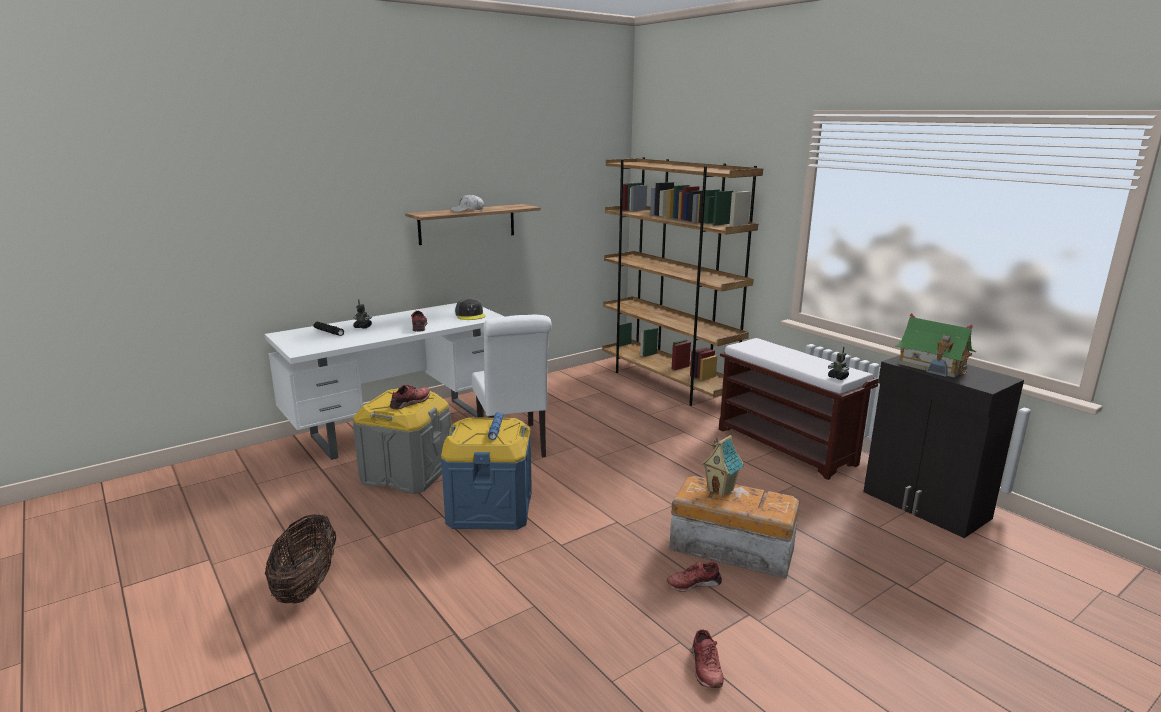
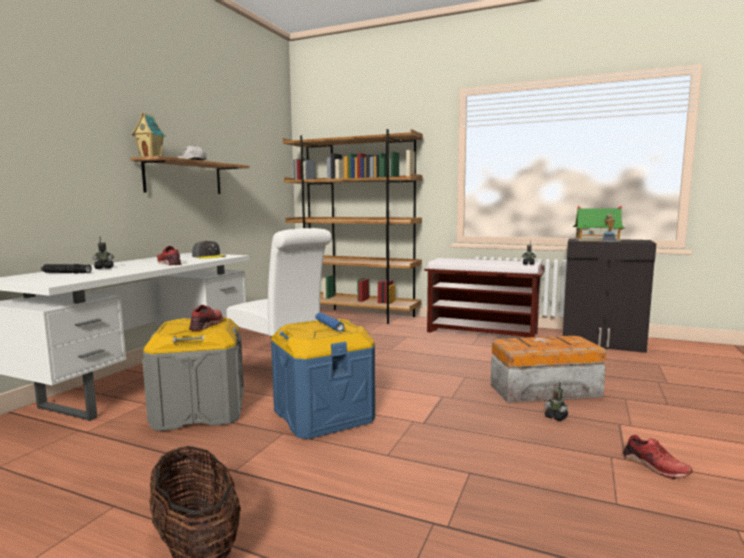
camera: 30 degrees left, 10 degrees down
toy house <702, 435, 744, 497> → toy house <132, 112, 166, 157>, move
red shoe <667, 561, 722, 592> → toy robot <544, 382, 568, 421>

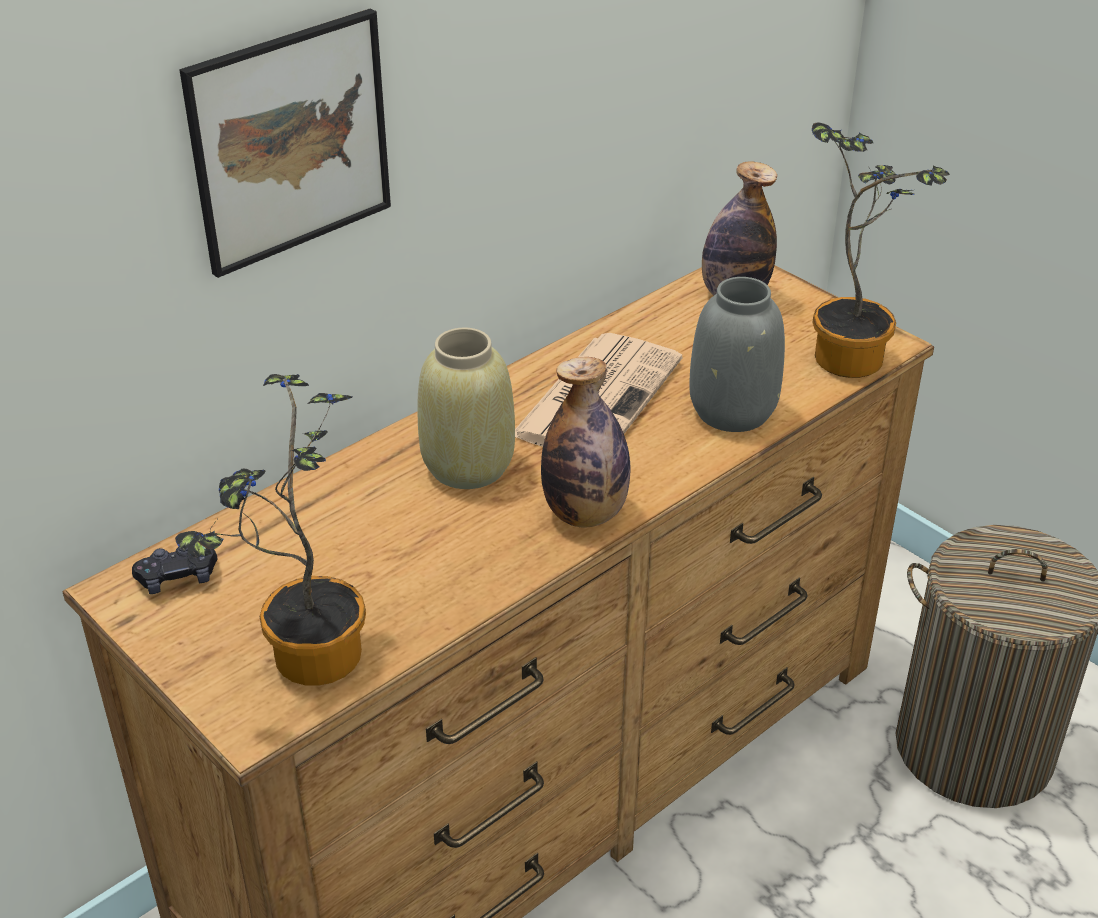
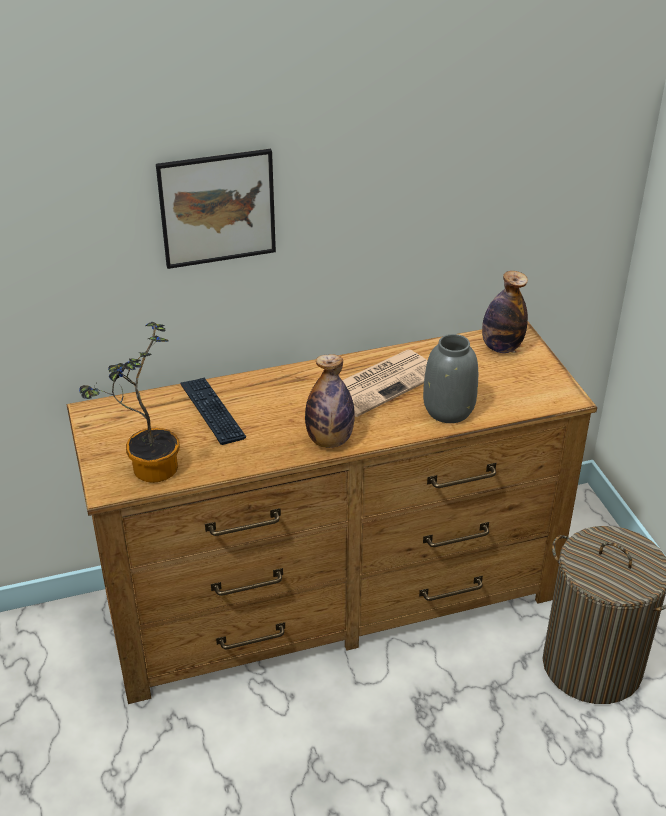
camera: 25 degrees right, 0 degrees up
potted plant <812, 122, 950, 378> → -
beige vase <417, 328, 515, 489> → -
black game controller <132, 547, 217, 594> → -
- → keyboard <180, 377, 246, 445>

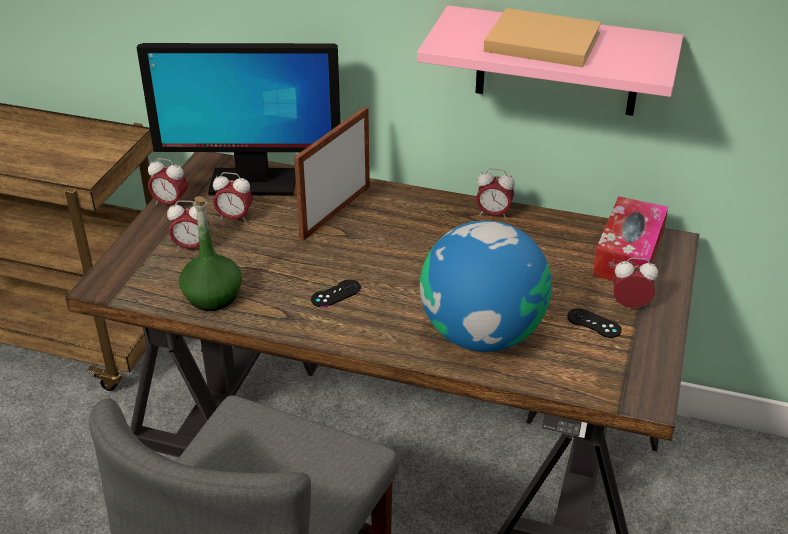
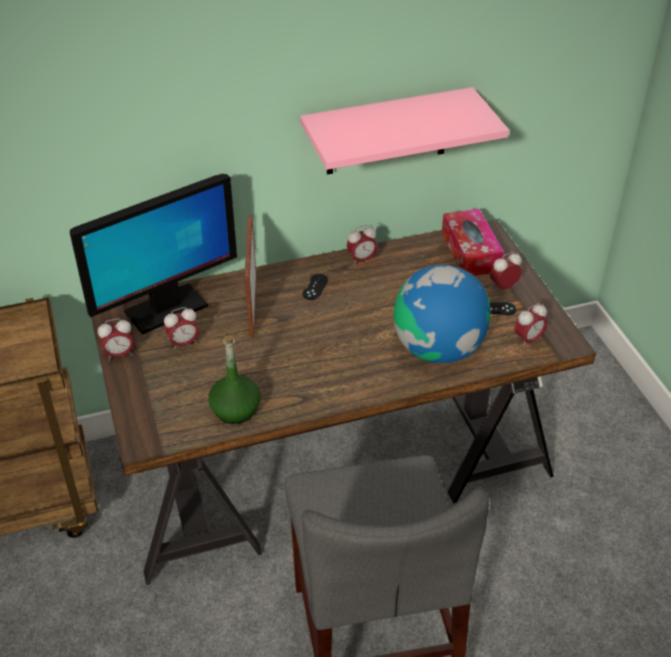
camera: 35 degrees left, 5 degrees up
beige book <484, 8, 601, 67> → -
alarm clock <167, 201, 209, 251> → alarm clock <514, 303, 548, 348>, move
black game controller <311, 280, 361, 307> → black game controller <302, 274, 328, 300>, move

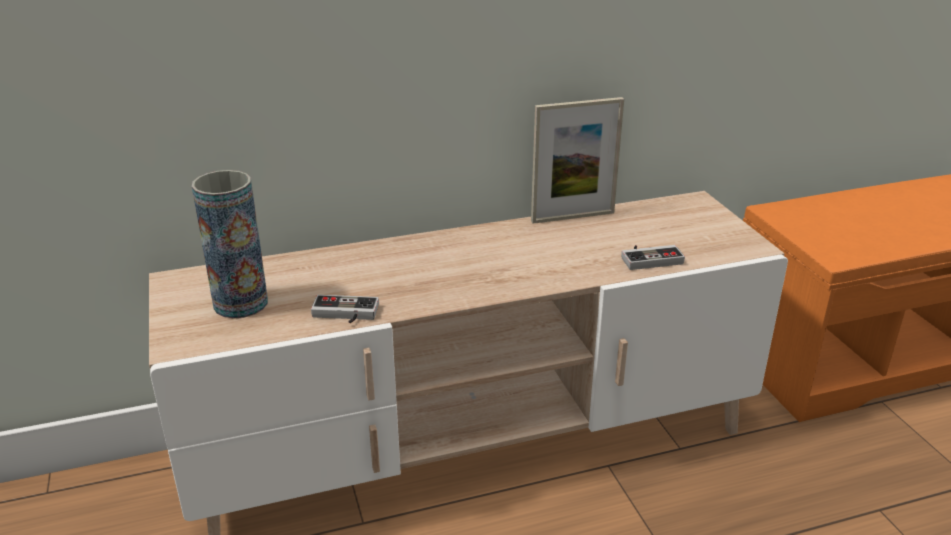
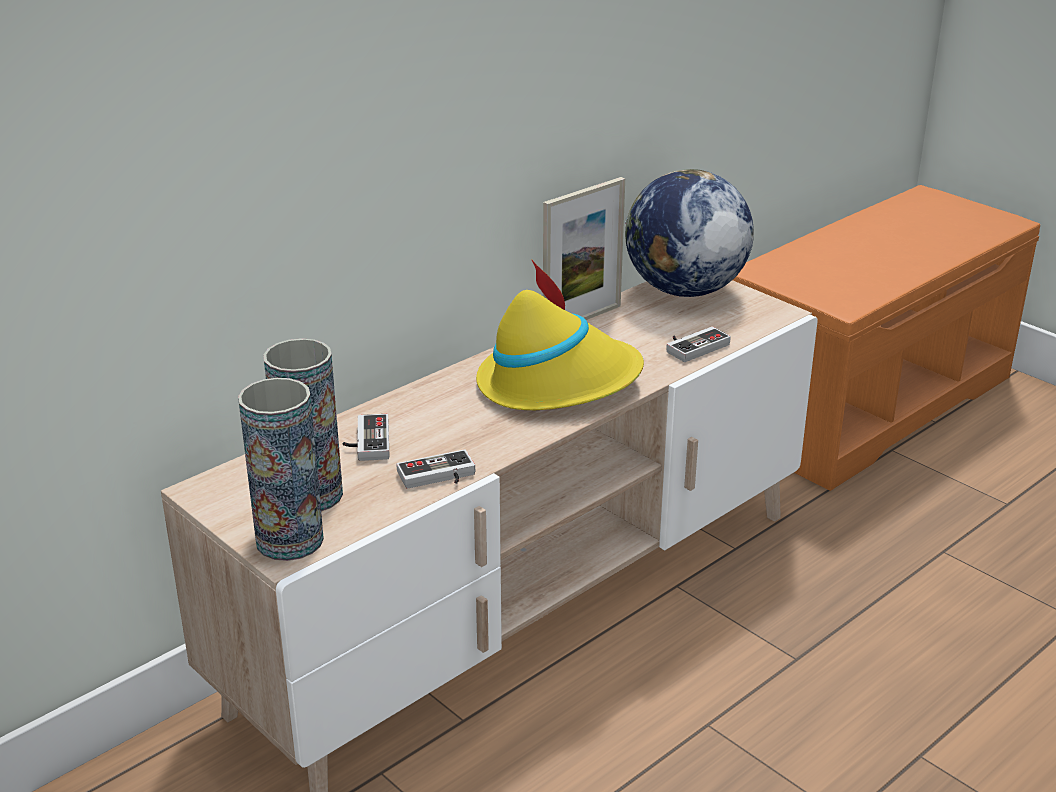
camera: 25 degrees left, 0 degrees up
- → globe <625, 169, 754, 297>
- → yellow hat <476, 259, 644, 410>
- → vase <238, 378, 324, 561>
- → game controller <343, 414, 389, 461>

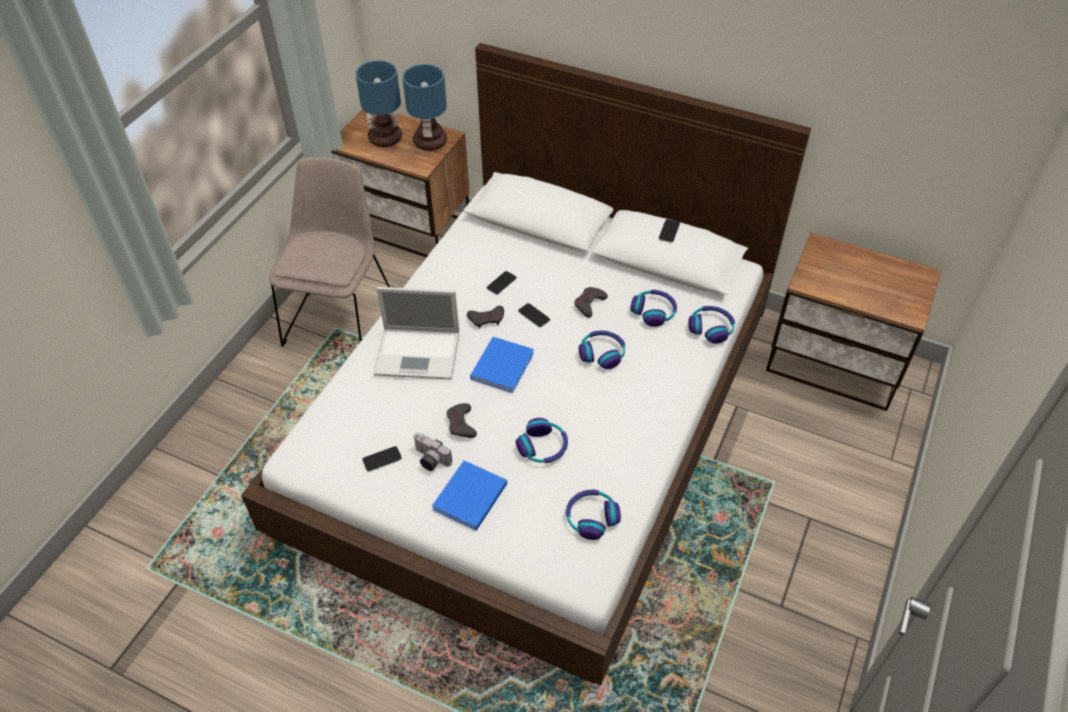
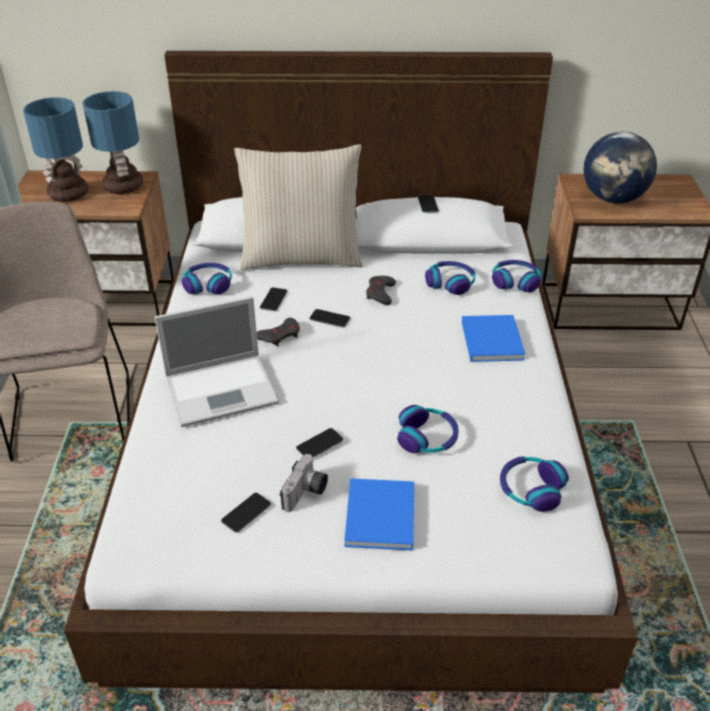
camera: 25 degrees left, 10 degrees down
headphones <579, 331, 625, 369> → headphones <182, 263, 232, 294>, move
blue book <470, 337, 534, 393> → blue book <462, 315, 525, 362>, move
grey game controller <447, 403, 477, 438> → phone <296, 428, 343, 458>
photo camera <413, 433, 452, 471> → photo camera <280, 454, 328, 512>, 75 degrees counterclockwise
- → globe <583, 132, 657, 204>
- → beige pillow <234, 144, 363, 270>

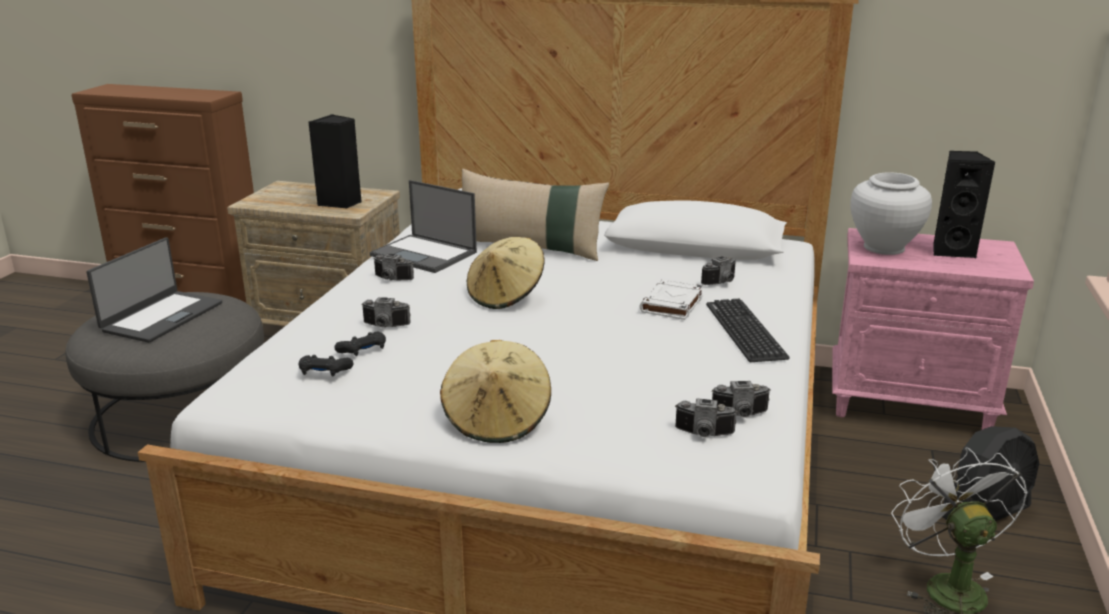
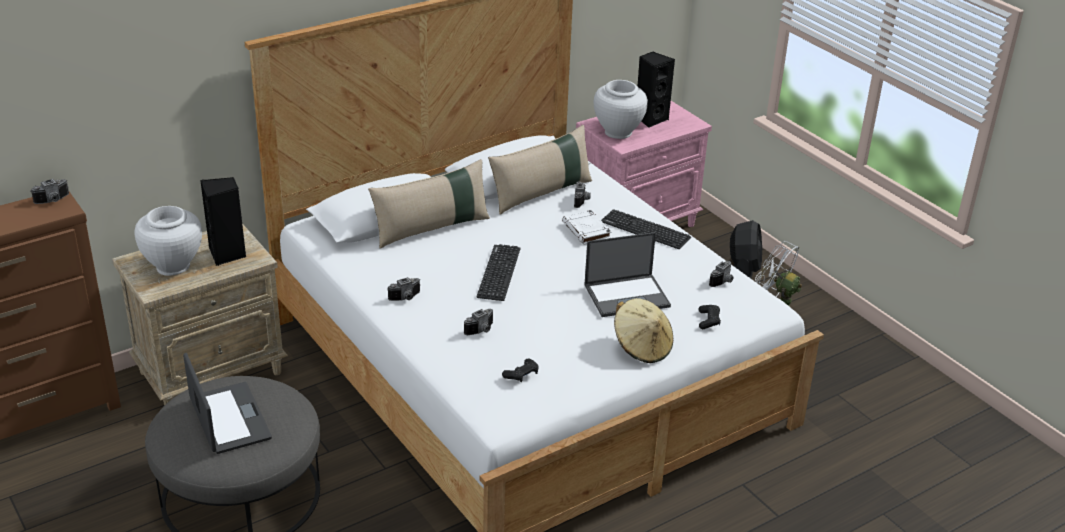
camera: 50 degrees left, 10 degrees up
laptop <370, 180, 477, 273> → laptop <584, 232, 671, 317>, move
beige hat <467, 237, 545, 309> → keyboard <477, 244, 520, 301>
black game controller <334, 331, 386, 356> → black game controller <699, 305, 721, 329>, move
photo camera <675, 398, 738, 437> → photo camera <30, 179, 69, 204>, move
- → beige pillow <488, 125, 592, 215>
- → white vase <134, 206, 202, 276>

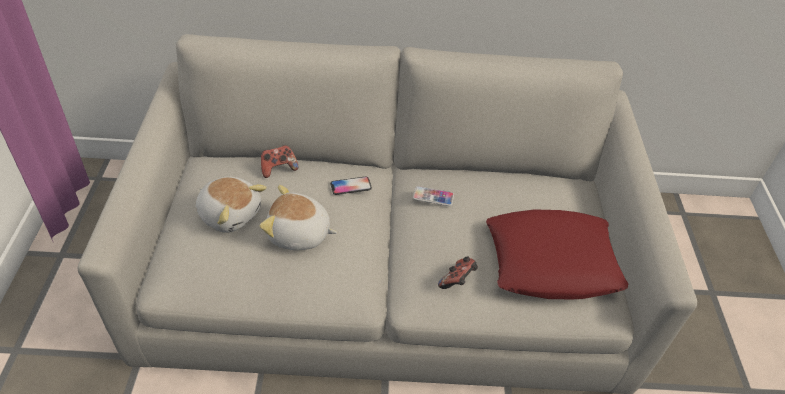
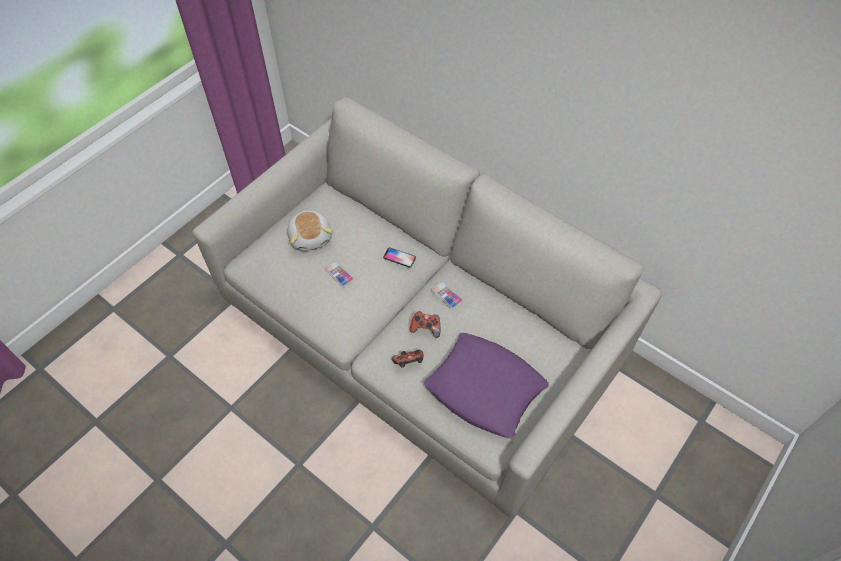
camera: 40 degrees right, 10 degrees up
game controller <261, 145, 298, 178> → game controller <410, 311, 440, 338>, move
plush toy <260, 185, 337, 250> → phone <325, 261, 354, 287>
red pillow <486, 209, 628, 299> → purple pillow <424, 333, 549, 439>

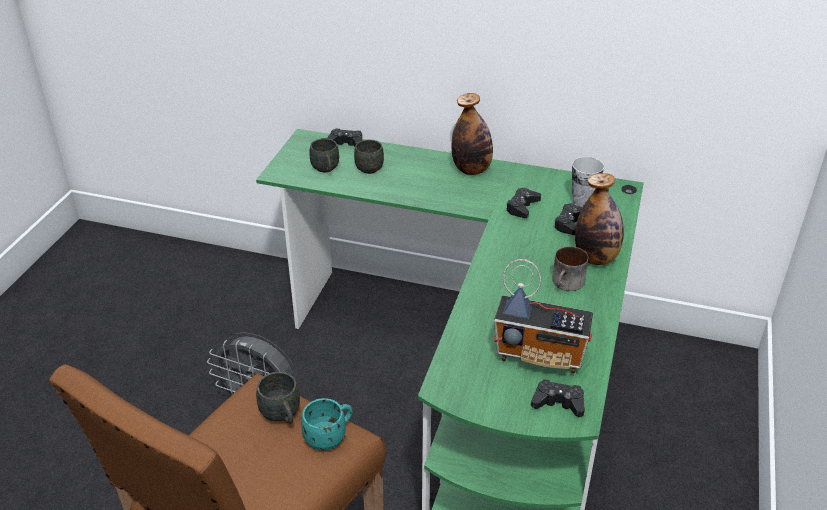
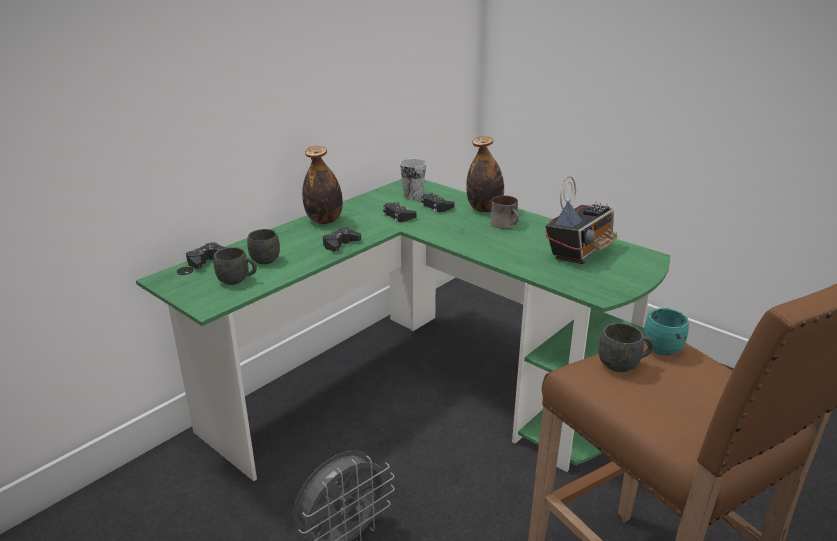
camera: 65 degrees left, 10 degrees down
black game controller <531, 379, 585, 417> → black game controller <323, 227, 361, 251>, move

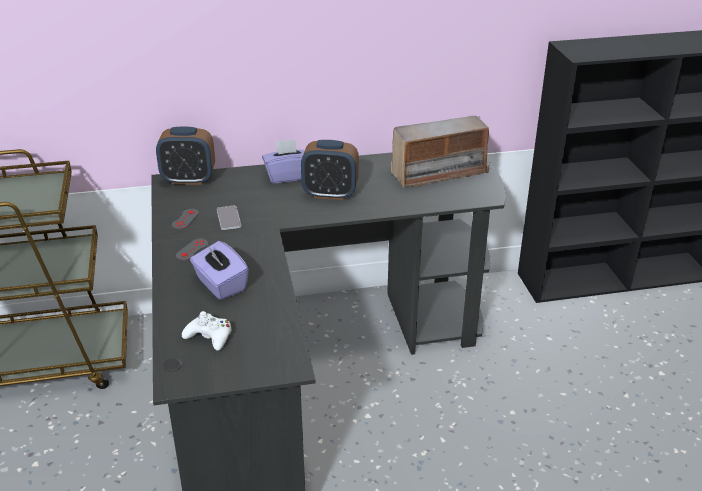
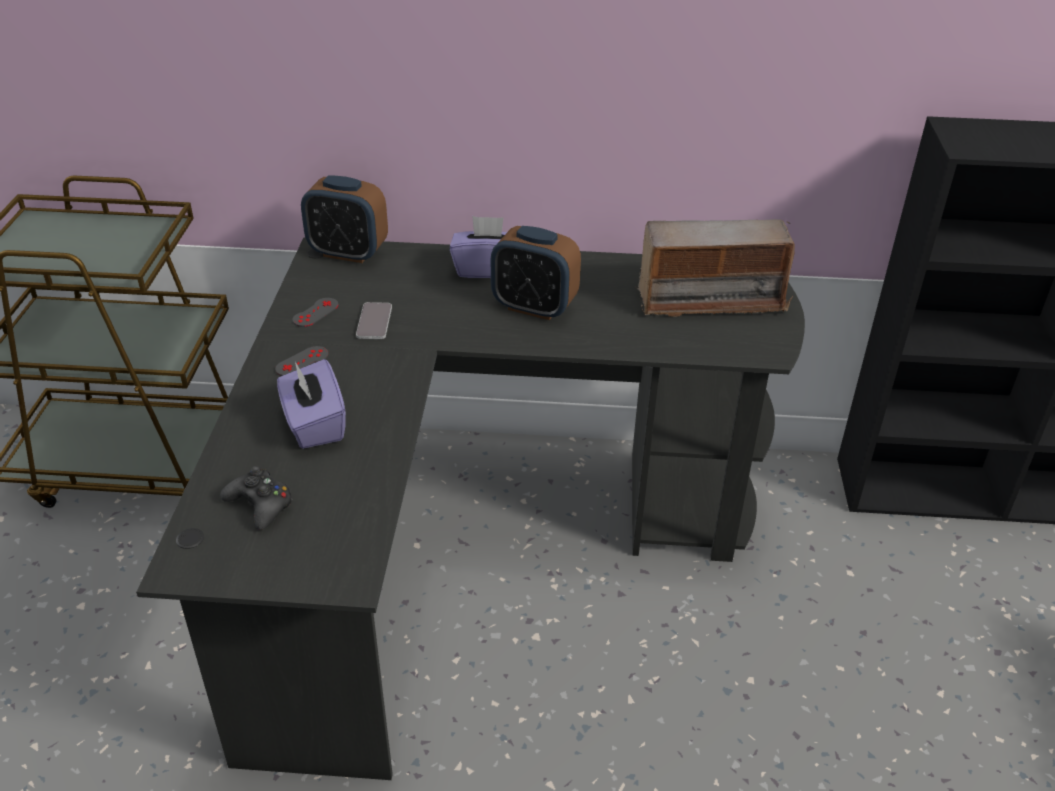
camera: 15 degrees right, 5 degrees up
white game controller <182, 311, 231, 351> → black game controller <220, 466, 293, 530>

